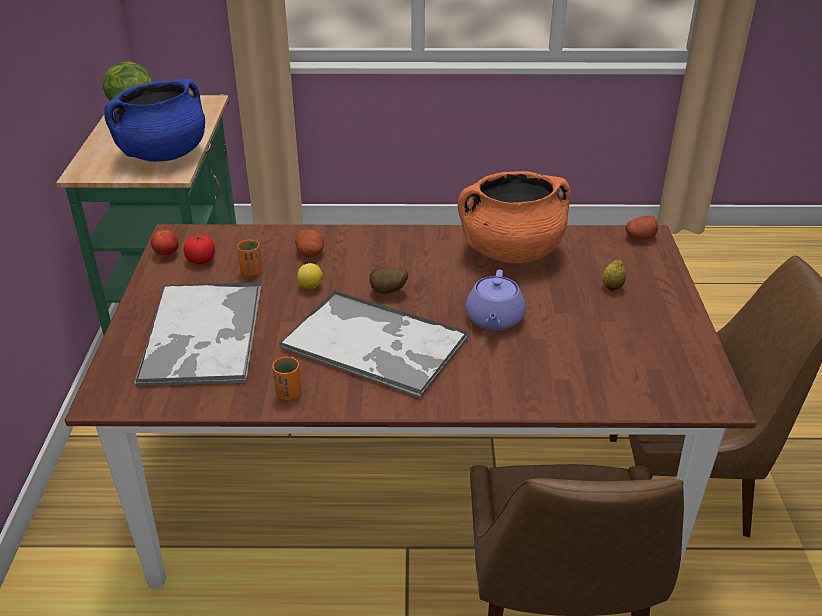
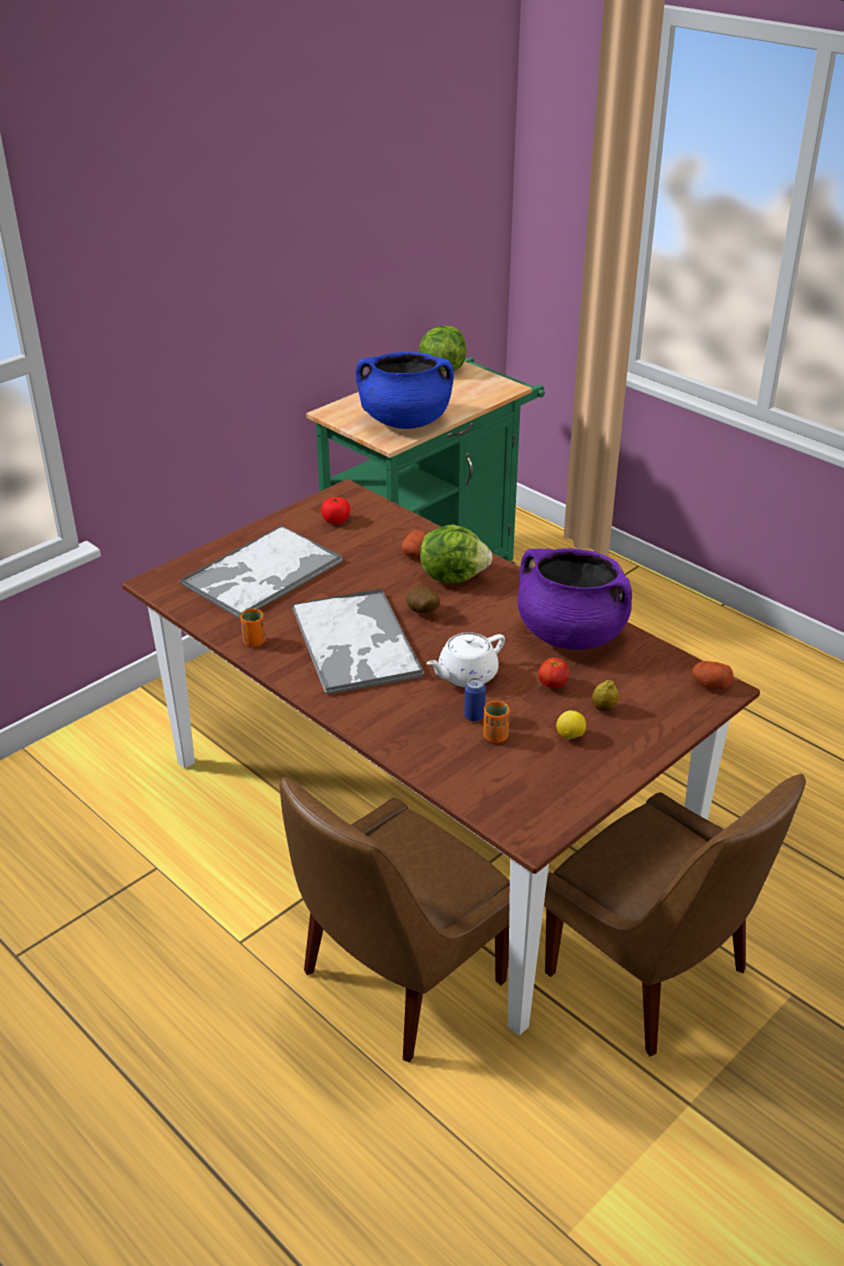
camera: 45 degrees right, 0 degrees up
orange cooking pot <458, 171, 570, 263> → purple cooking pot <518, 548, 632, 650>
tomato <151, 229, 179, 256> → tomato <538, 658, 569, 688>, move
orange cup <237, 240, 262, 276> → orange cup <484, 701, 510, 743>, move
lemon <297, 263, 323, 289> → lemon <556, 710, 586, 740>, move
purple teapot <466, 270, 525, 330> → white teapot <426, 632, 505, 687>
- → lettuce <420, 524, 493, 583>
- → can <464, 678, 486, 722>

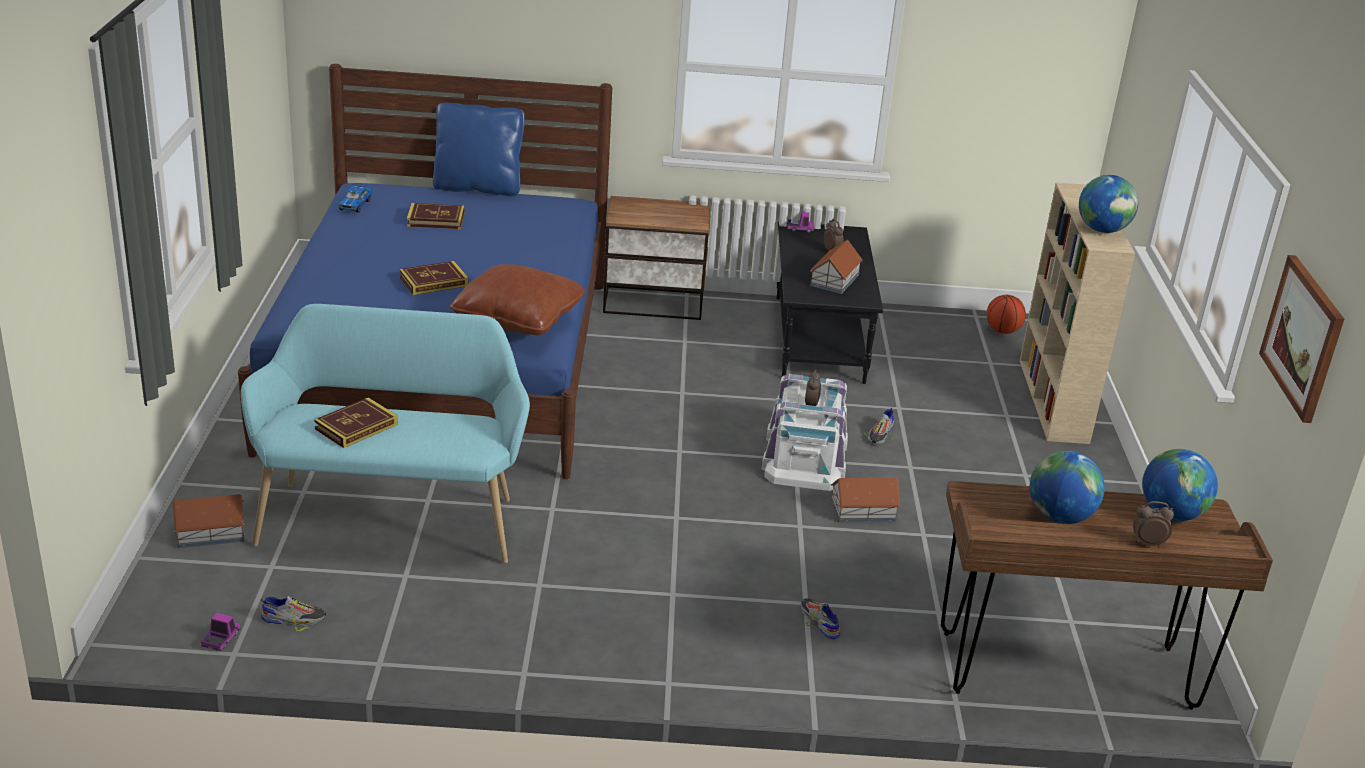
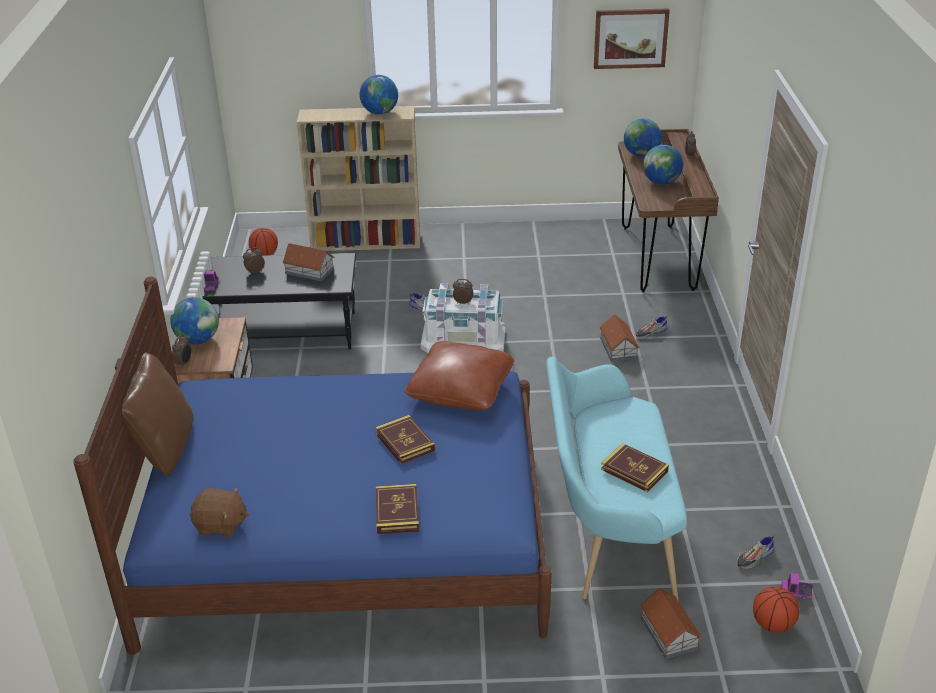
camera: 90 degrees left, 5 degrees up
blue pillow <433, 103, 525, 196> → brown pillow <122, 352, 194, 477>
toy car <338, 186, 372, 213> → brown plush toy <190, 487, 249, 537>
book <407, 203, 464, 229> → book <376, 484, 419, 534>, move
toy house <831, 478, 901, 523> → toy house <600, 314, 639, 361>, move
shoe <261, 596, 326, 631> → shoe <737, 536, 774, 569>, 120 degrees counterclockwise
- → globe <170, 297, 219, 345>
- → alarm clock <172, 335, 191, 368>
- → basketball <753, 586, 799, 633>

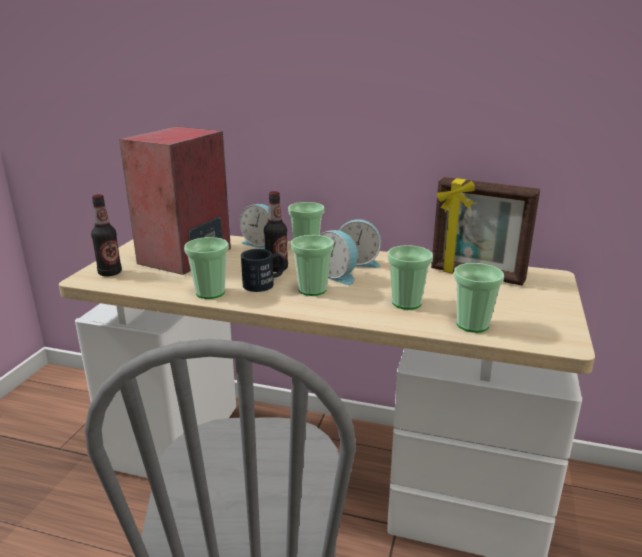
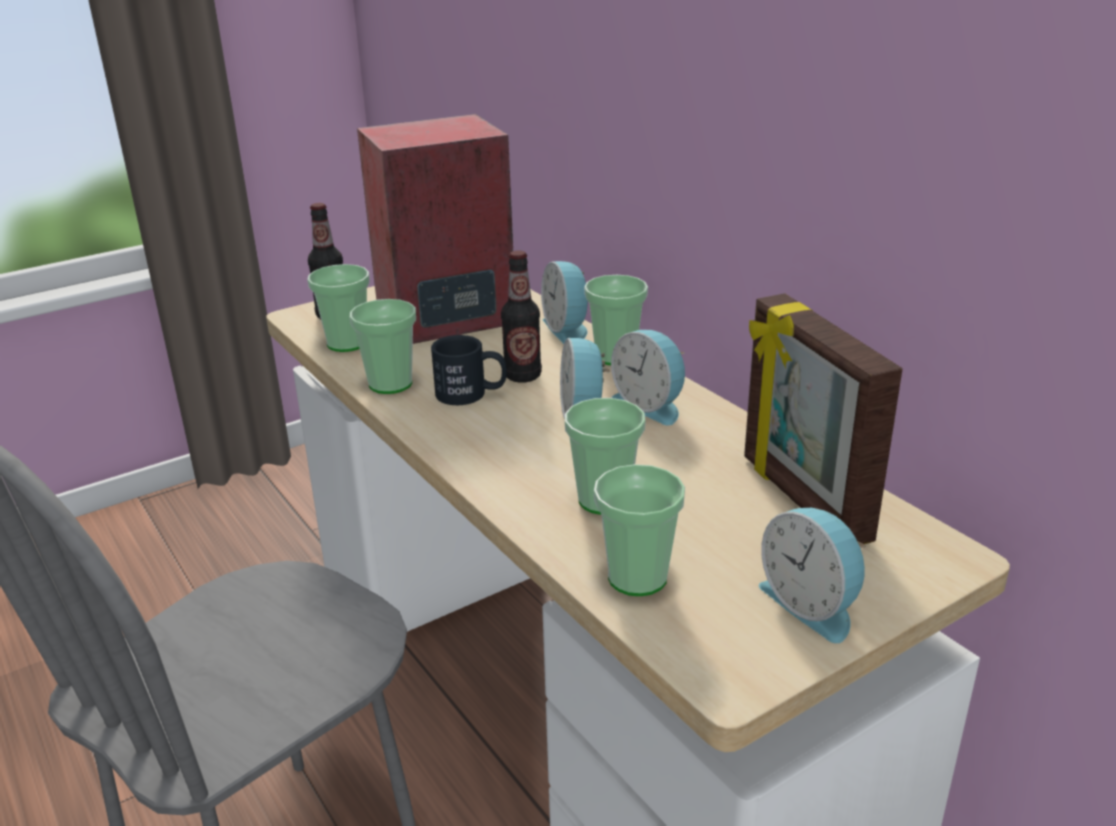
camera: 40 degrees right, 5 degrees up
cup <291, 235, 334, 296> → cup <307, 264, 370, 352>, move
- → alarm clock <759, 508, 866, 643>

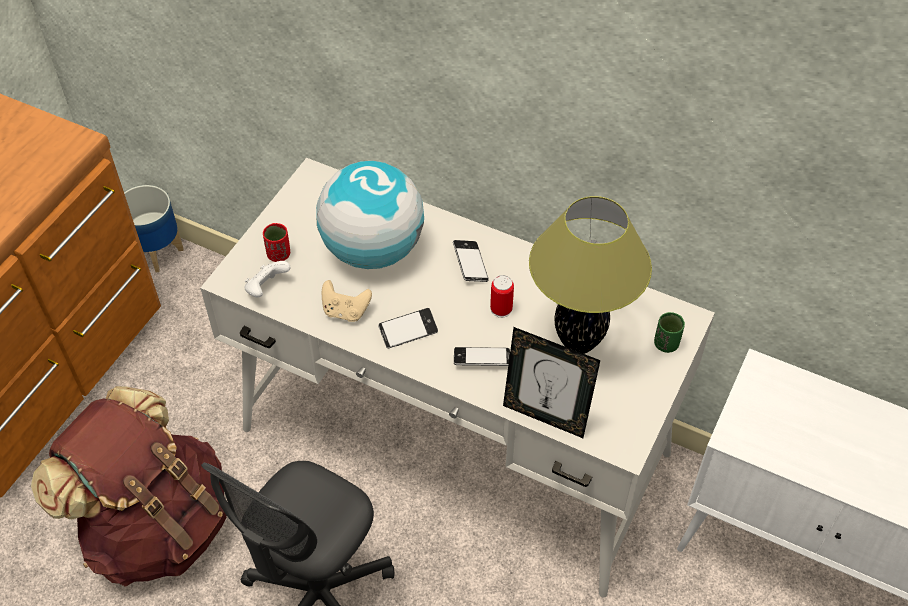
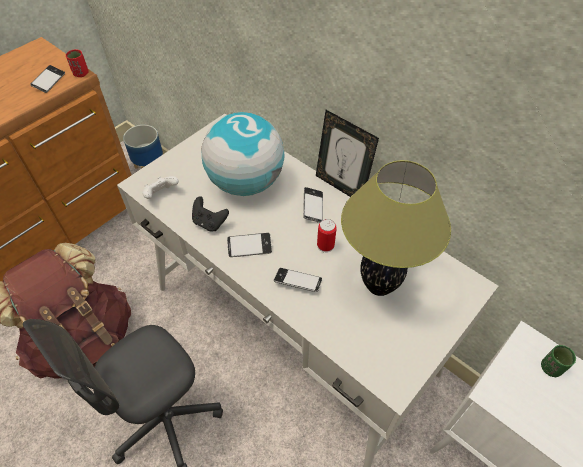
camera: 15 degrees right, 0 degrees up
red cup <263, 223, 290, 262> → red cup <66, 49, 89, 77>, move
beige game controller <322, 280, 372, 322> → black game controller <192, 196, 229, 231>
green cup <654, 312, 685, 353> → green cup <541, 345, 576, 377>, move
picture frame <503, 327, 600, 438> → picture frame <316, 110, 379, 197>, move
- → phone <30, 65, 65, 93>

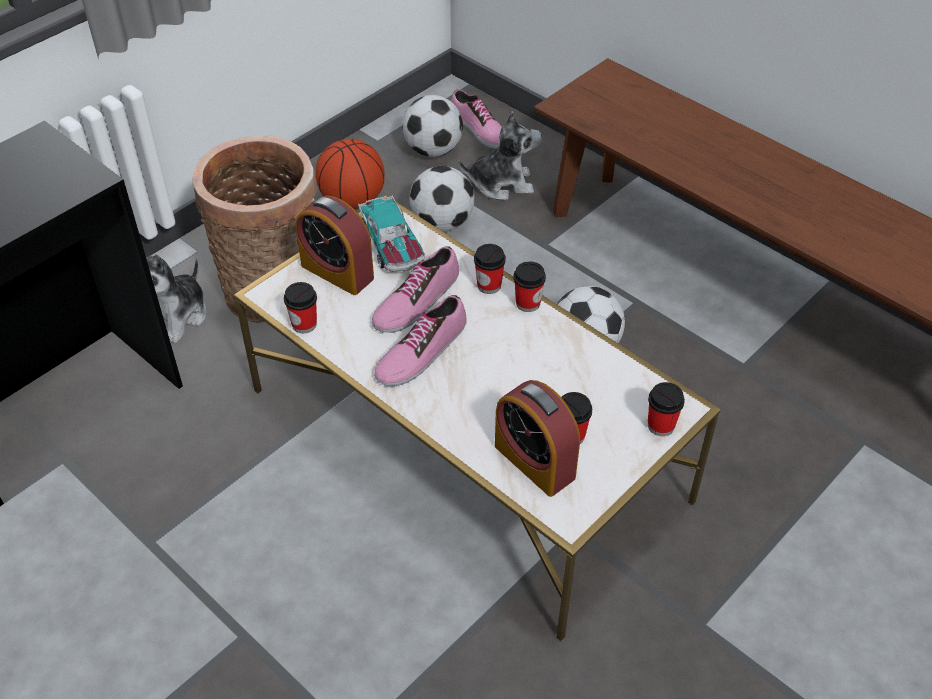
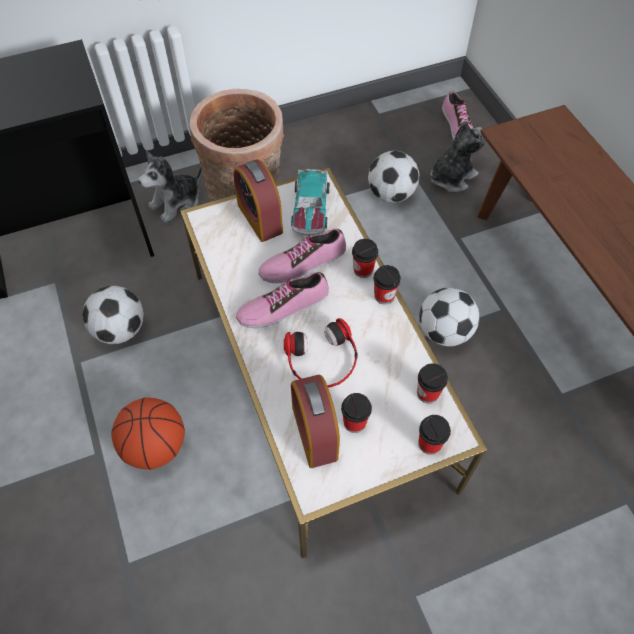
camera: 25 degrees right, 10 degrees up
football <402, 95, 463, 157> → football <82, 286, 144, 344>, move
plush toy <459, 111, 542, 200> → plush toy <431, 121, 484, 192>, 60 degrees counterclockwise
basketball <316, 139, 385, 209> → basketball <111, 398, 185, 470>, move
cup <284, 282, 317, 333> → cup <417, 363, 448, 403>, move
- → headphones <284, 318, 358, 388>

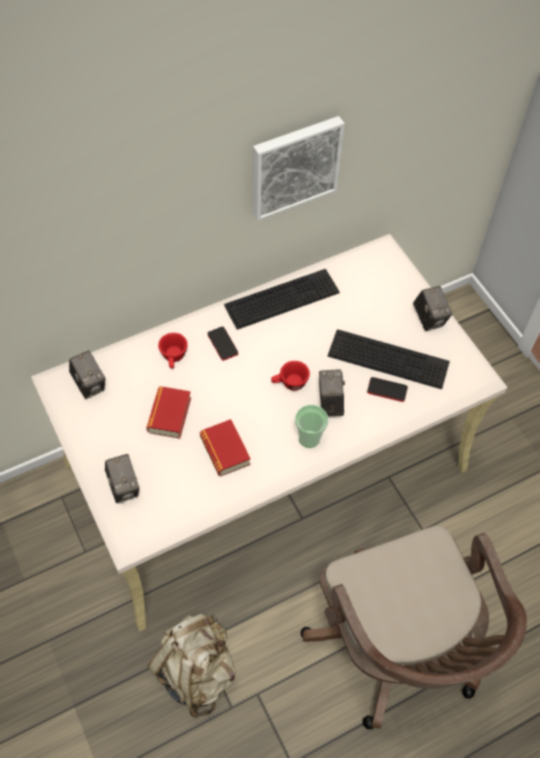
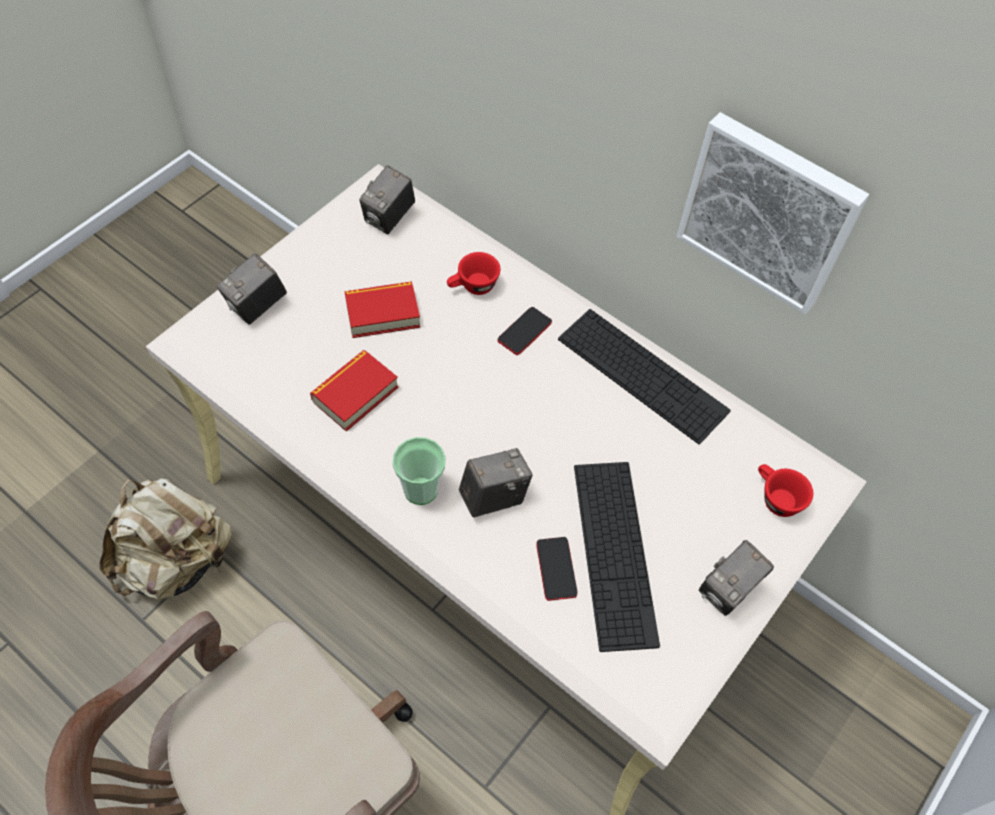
camera: 65 degrees right, 0 degrees up
red cup <271, 361, 310, 391> → red cup <758, 464, 813, 517>, move

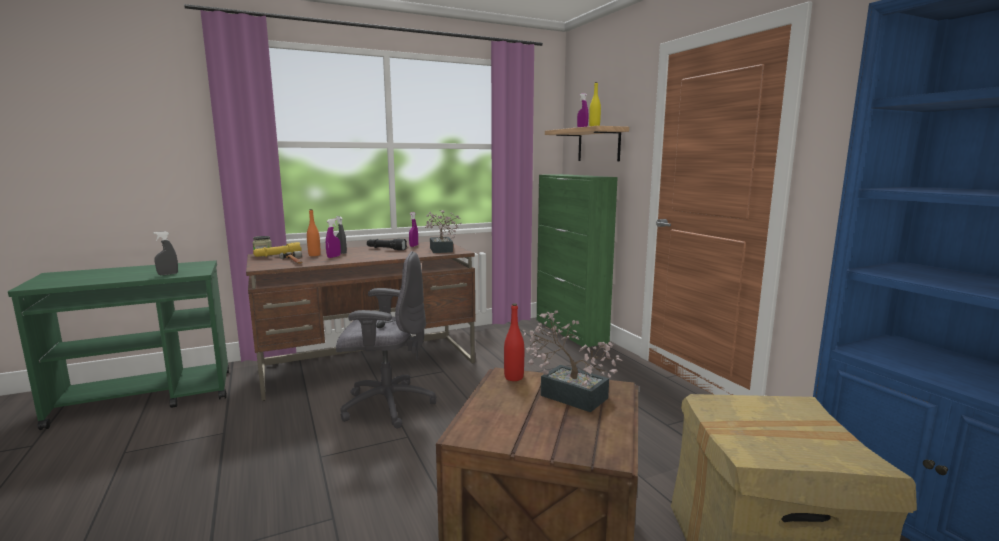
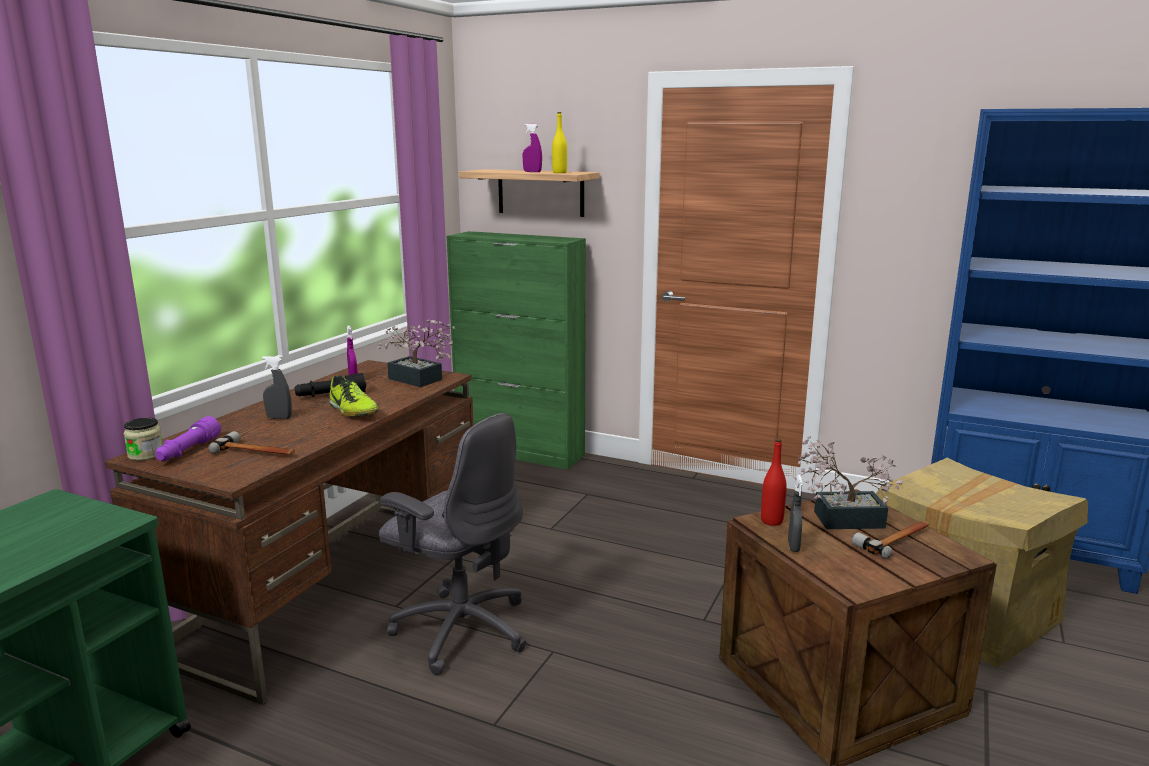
camera: 40 degrees left, 5 degrees up
orange bottle <307, 209, 321, 256> → -
purple spray bottle <326, 218, 341, 258> → -
grey spray bottle <153, 231, 178, 275> → grey spray bottle <788, 475, 803, 552>, move
yellow flashlight <253, 242, 302, 257> → purple flashlight <155, 416, 221, 461>
grey office chair <336, 251, 436, 429> → grey office chair <379, 413, 526, 675>, 75 degrees clockwise
- → shoe <329, 375, 379, 416>
- → hammer <852, 521, 929, 559>

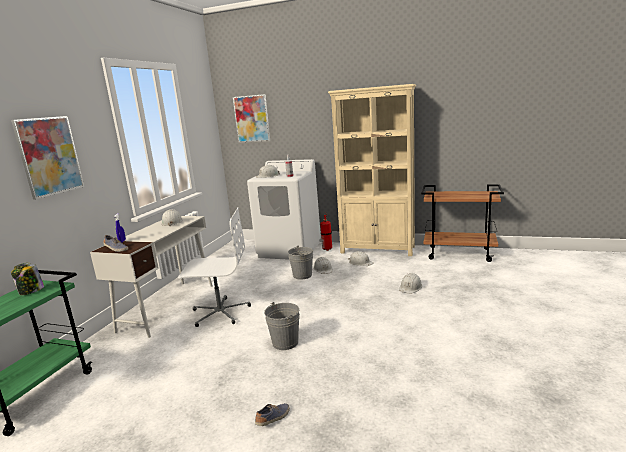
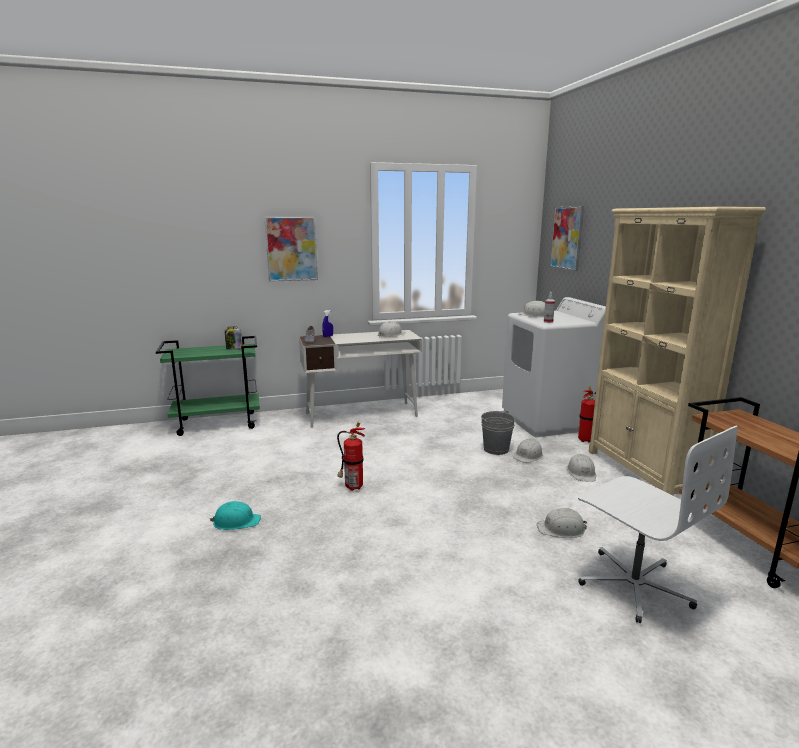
camera: 55 degrees right, 0 degrees up
white office chair <178, 207, 251, 327> → white office chair <578, 426, 738, 623>, move
grey bucket <264, 302, 300, 350> → fire extinguisher <337, 422, 365, 491>
shoe <255, 403, 290, 426> → turquoise hard hat <210, 501, 261, 530>

